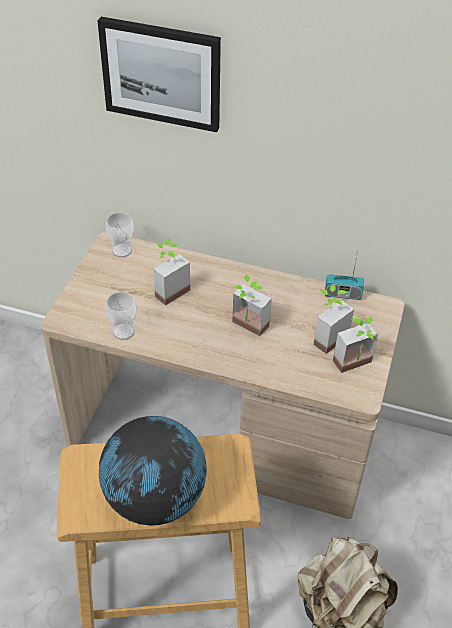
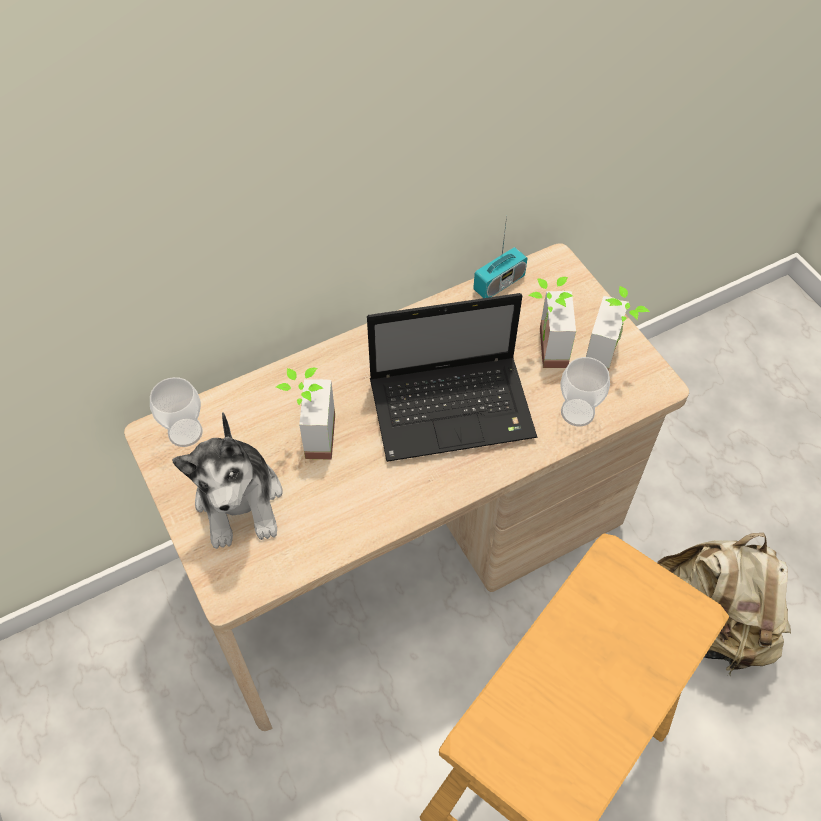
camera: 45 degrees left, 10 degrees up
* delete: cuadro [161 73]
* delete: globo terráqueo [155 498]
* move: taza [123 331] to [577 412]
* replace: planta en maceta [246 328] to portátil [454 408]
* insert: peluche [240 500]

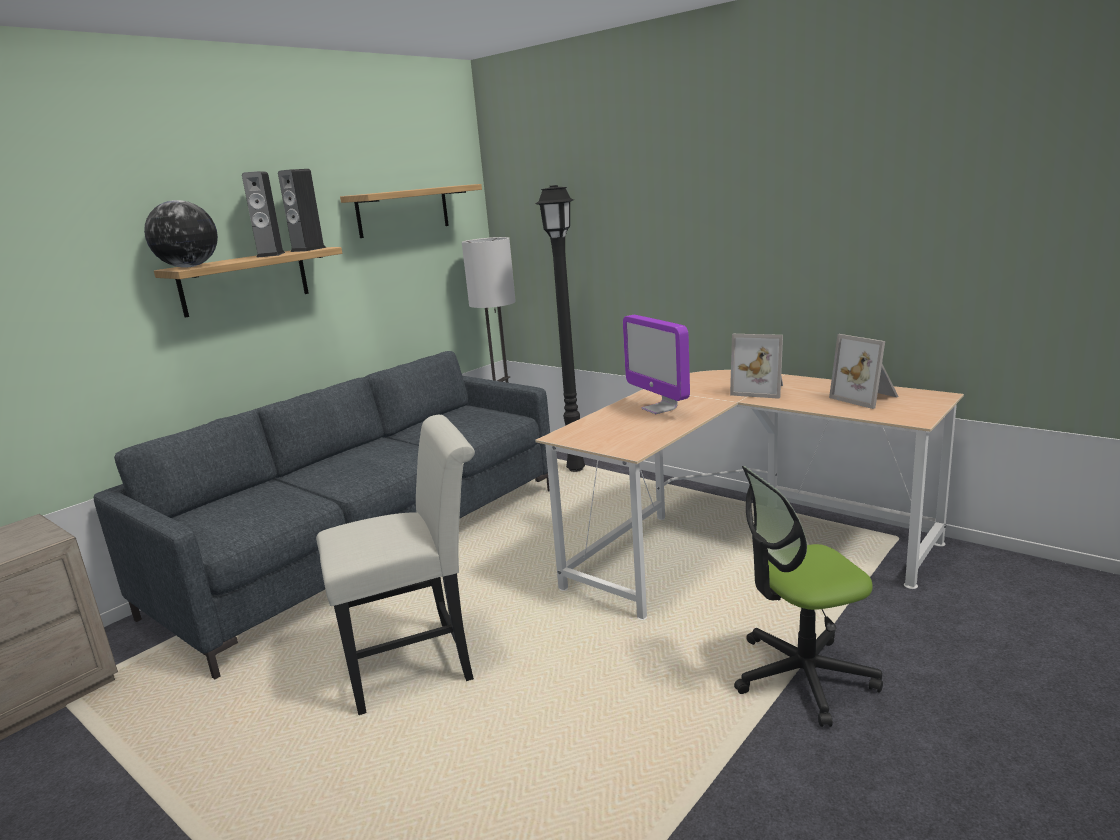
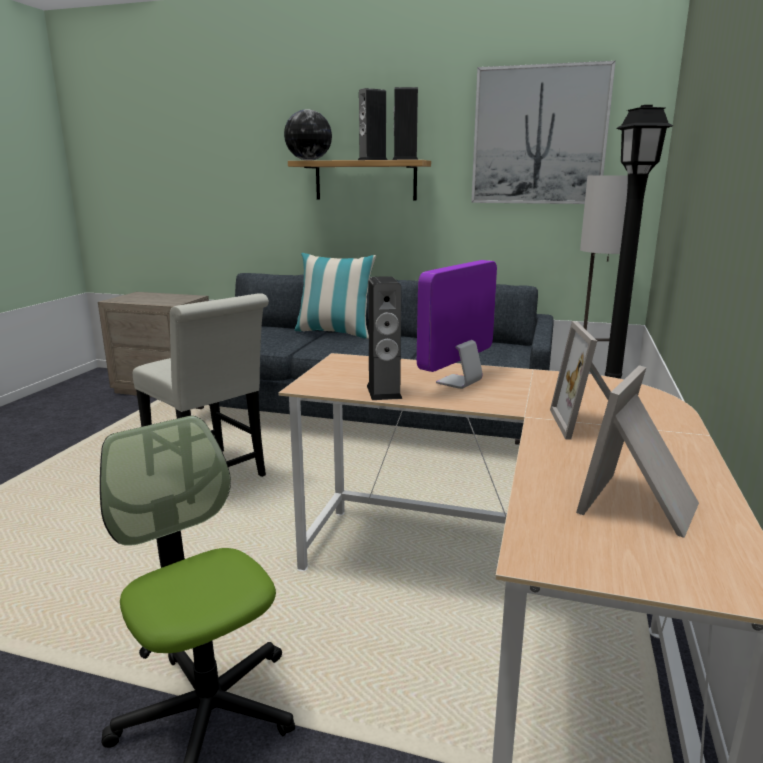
camera: 65 degrees right, 0 degrees up
* replace: estante [403 211] to cuadro [539 136]
* insert: cojín [335 332]
* insert: altavoz [384 392]

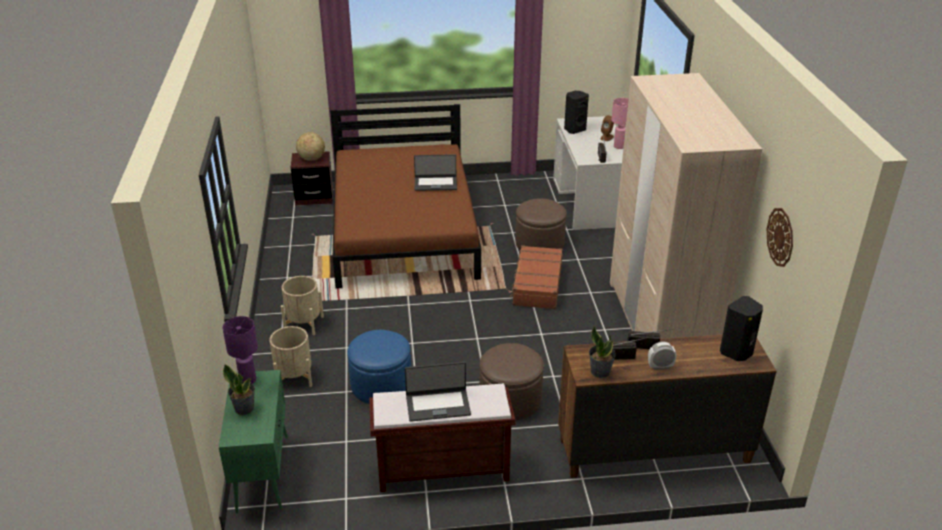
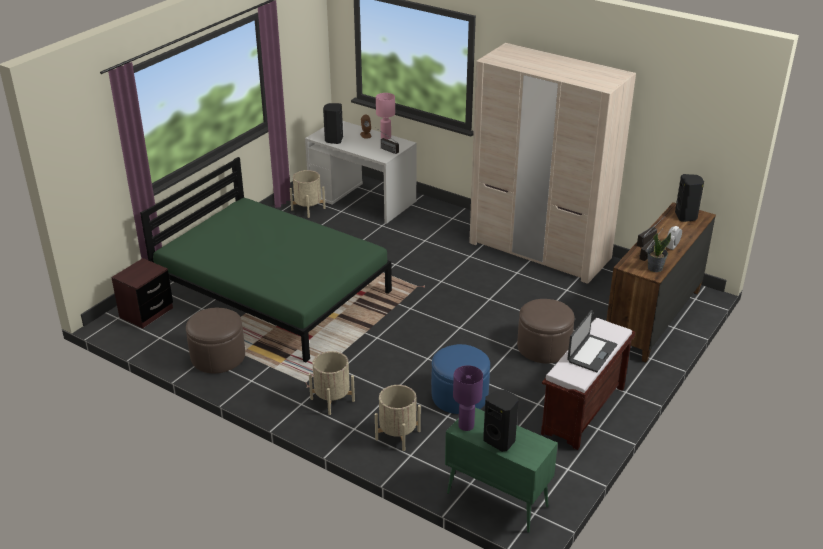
camera: 50 degrees left, 0 degrees up
* replace: planta en maceta [244 408] to altavoz/negro [500 440]
* delete: globo terráqueo [311 159]
* recolor: cama/marrón [404 231] to cama/verde [273 293]
* delete: portátil [435 183]
* delete: maleta/marrón [536 285]
* move: puf/marrón [539 243] to [218 356]
* delete: reloj de pared [780 237]
* insert: maceta/beis [308 209]

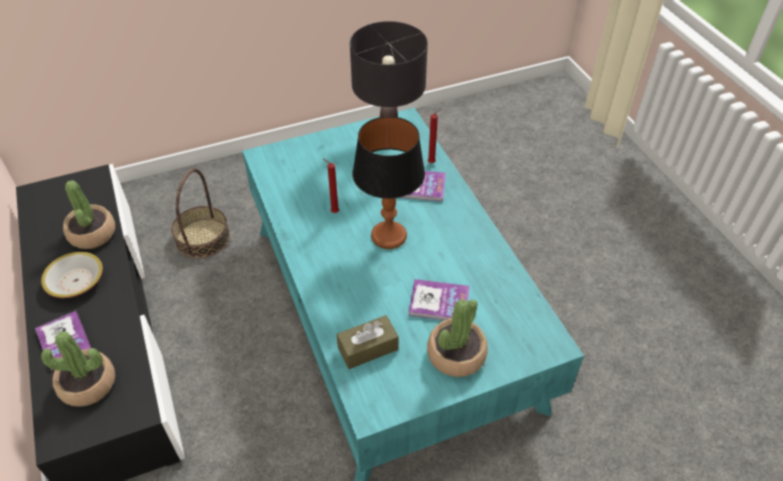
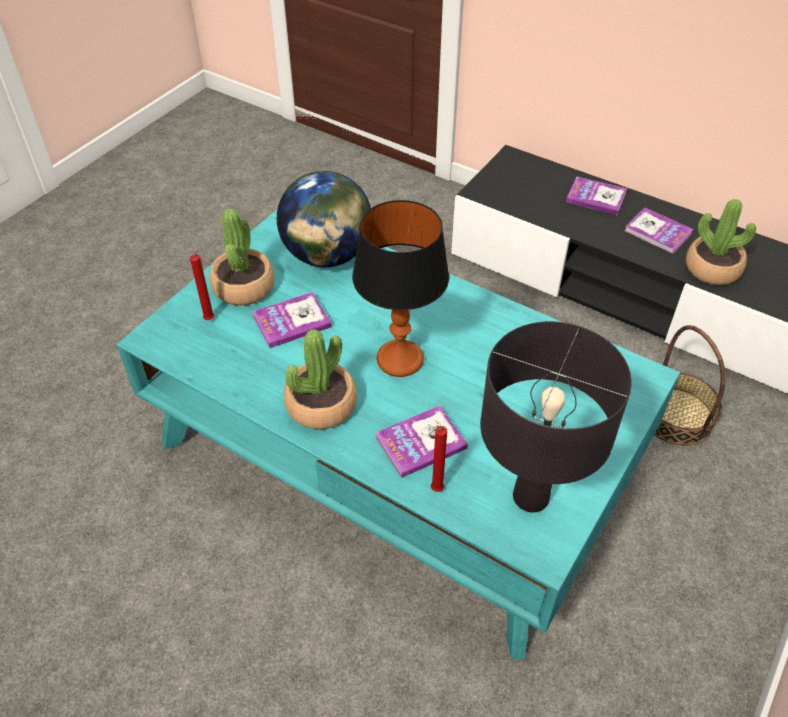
camera: 145 degrees right, 0 degrees up
* replace: cuenco [76 281] to libro [657 232]
* move: planta en maceta [88 384] to [321 404]
* move: vela/rojo [333 212] to [211 319]
* replace: caja de pañuelos/marrón [368 348] to globo terráqueo [327 256]

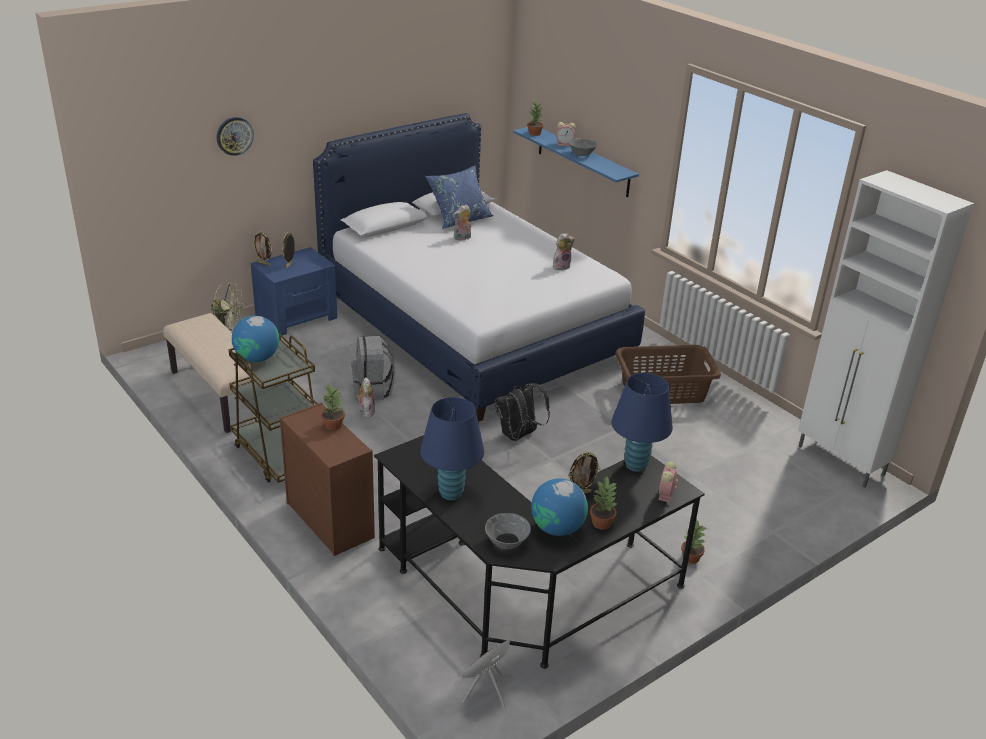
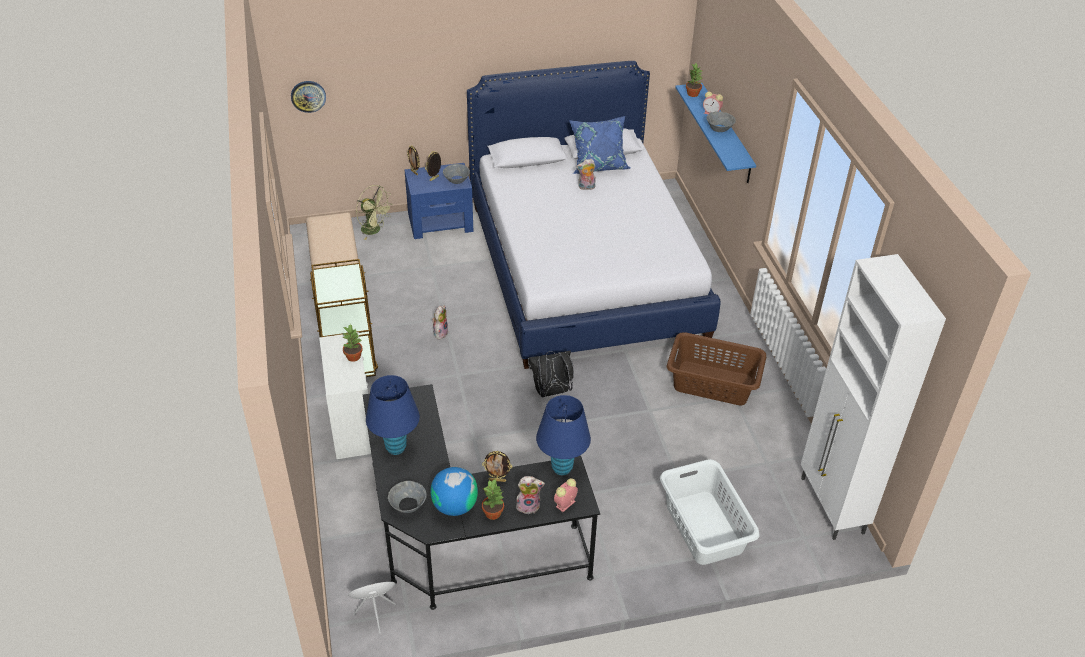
camera: 25 degrees right, 10 degrees up
* move: reloj de pared [234 136] to [308 96]
* delete: globo terráqueo [257 358]
* recolor: cómoda/marrón [329 519] to cómoda/blanco [352 425]
* delete: mochila/gris [373 390]
* move: peluche [561 266] to [528 505]
* delete: planta en maceta [690 558]
* insert: cuenco/gris [456 180]
* insert: cesto de la ropa/blanco [703 528]

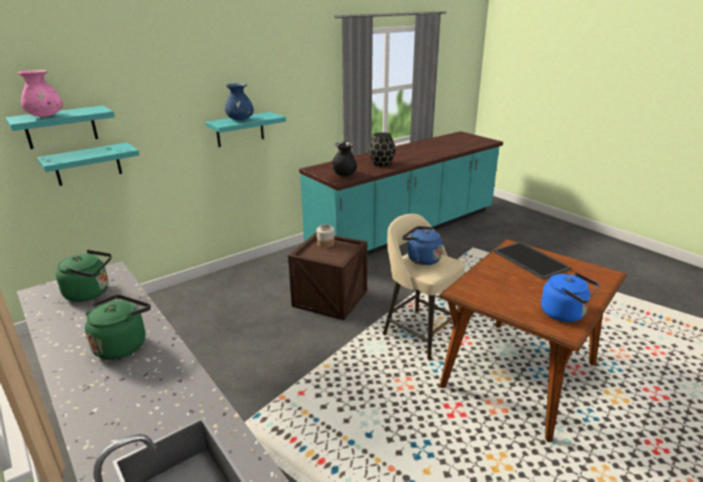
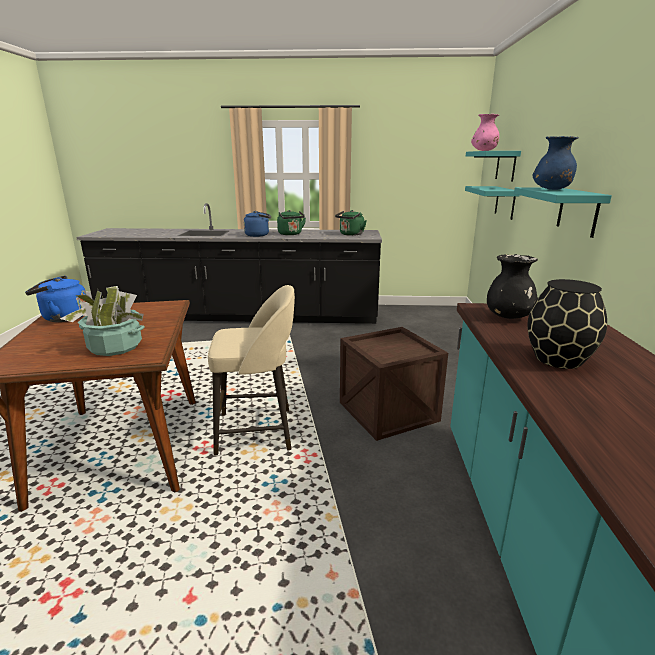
camera: 130 degrees right, 5 degrees down
* delete: tarro [325 244]
* move: hervidor/azul [421 259] to [258 235]
* replace: bandeja [529 260] to planta en maceta [115 347]

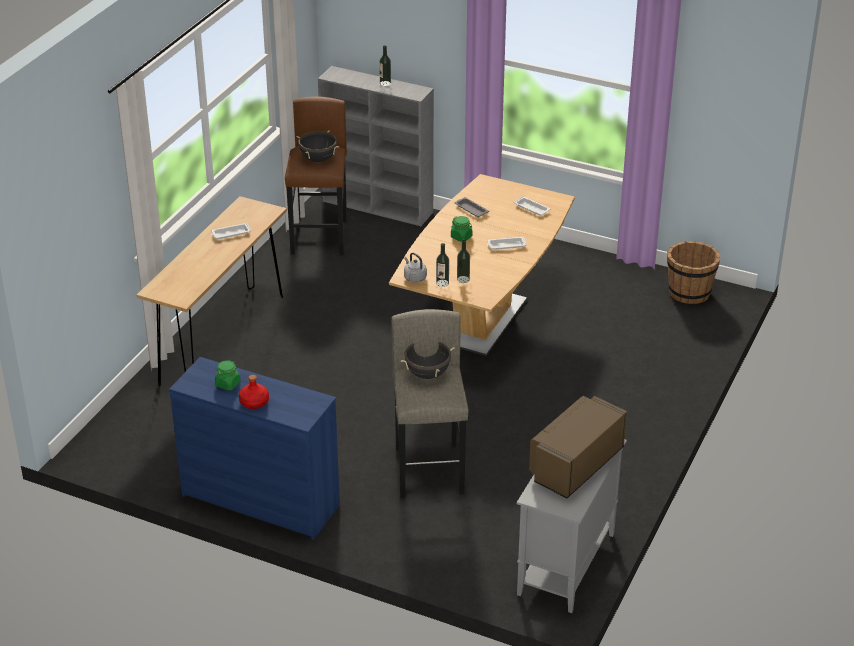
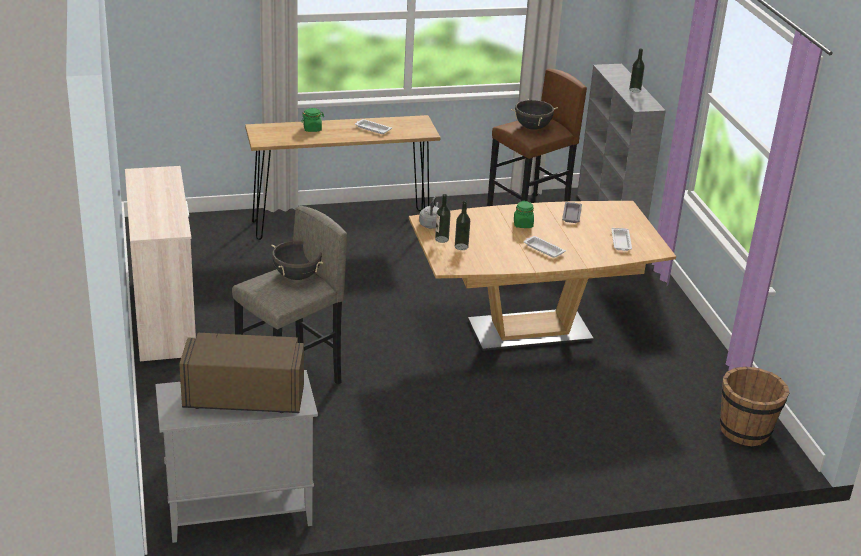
camera: 50 degrees right, 5 degrees down
* recolor: cómoda/azul [261 500] to cómoda/beis [165 318]
* move: tarro/verde [228 384] to [312 129]
* delete: botella/rojo [254 402]

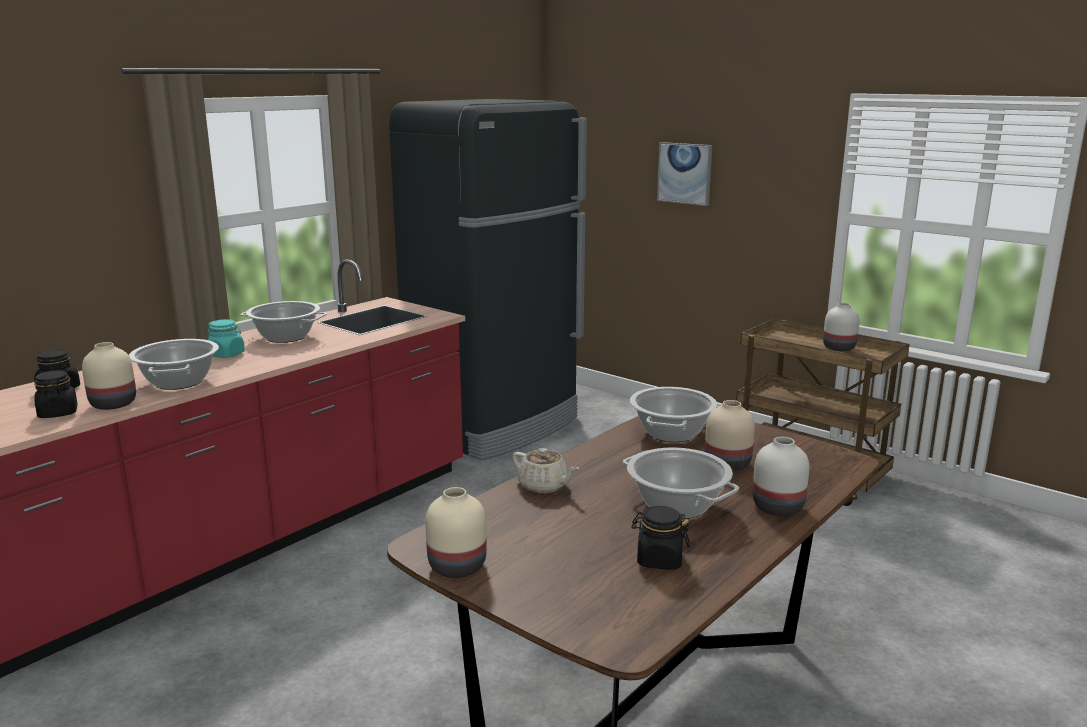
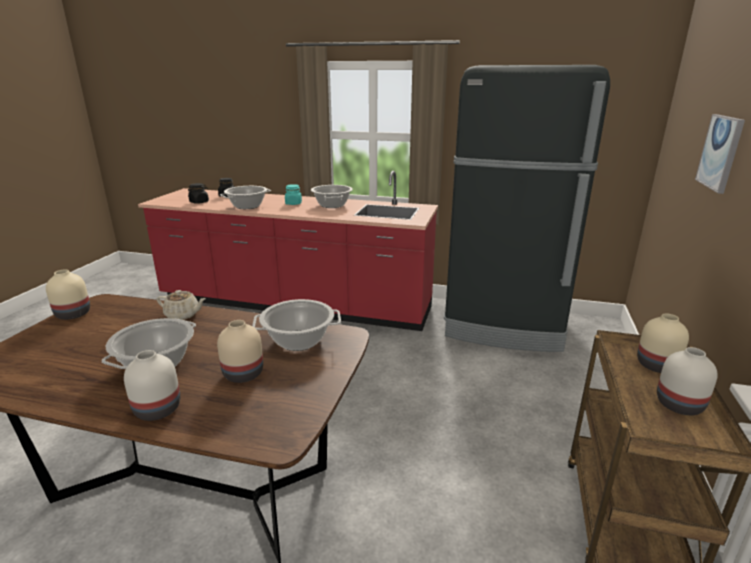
camera: 65 degrees right, 5 degrees up
* move: florero/beis [114 404] to [657 366]
* rotate: tetera/beis [544 486] = [183 315] 90 degrees counterclockwise
* delete: tarro/negro [659 560]

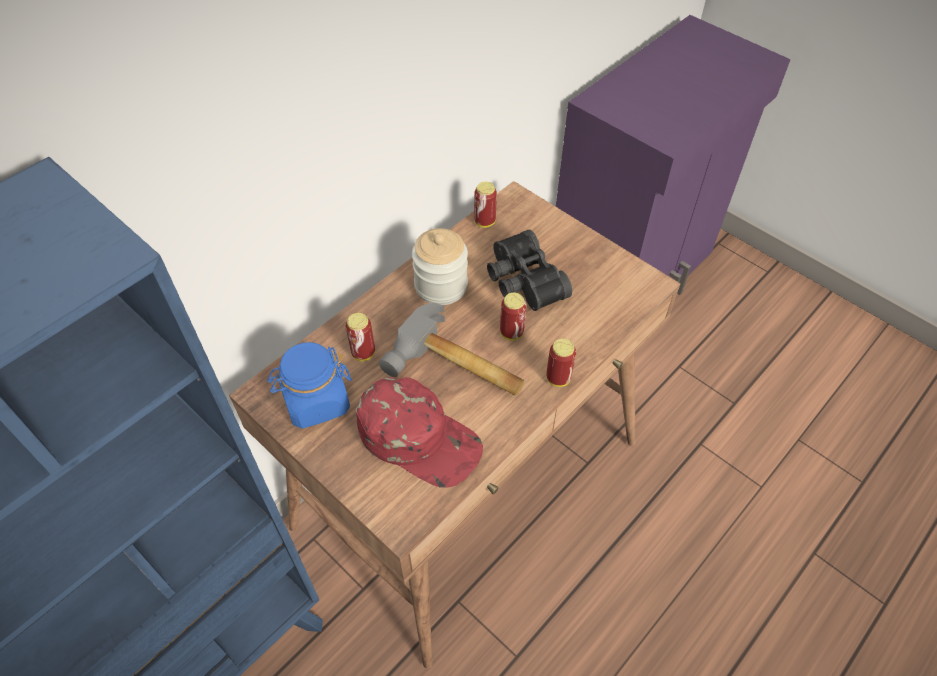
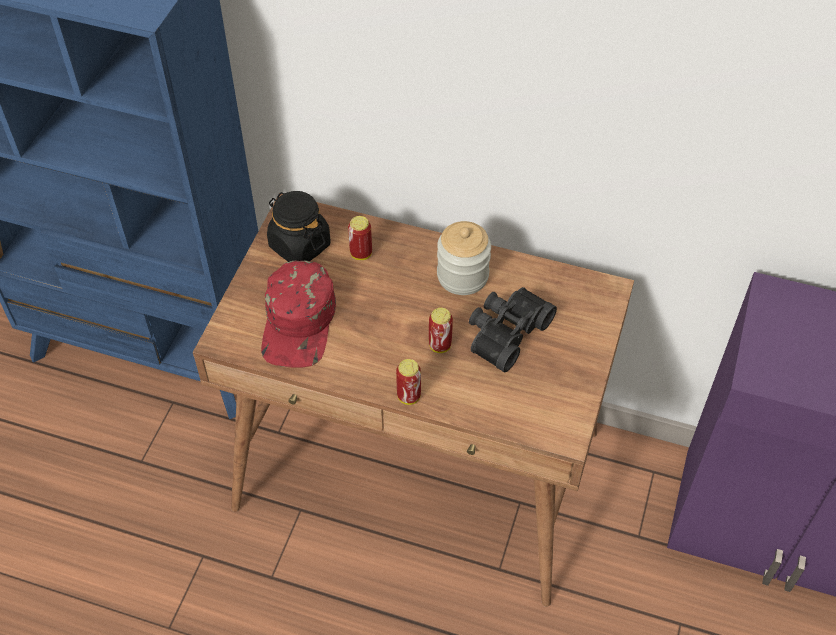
camera: 65 degrees right, 0 degrees up
* recolor: tarro/azul [316 402] to tarro/negro [299 245]
* delete: martillo [457 369]
* delete: lata [484 222]

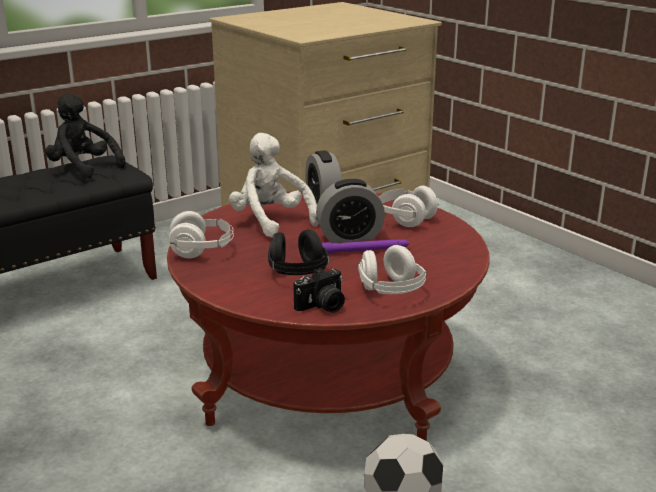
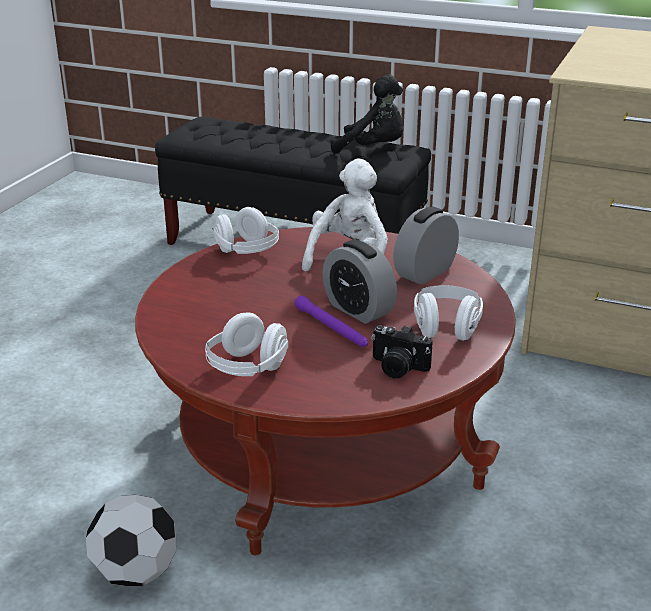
camera: 60 degrees right, 5 degrees up
* rotate: peluche/negro [83 168] = [373 149] 105 degrees clockwise
* delete: auriculares/negro [297 273]
* move: cámara [322 306] to [397 368]

